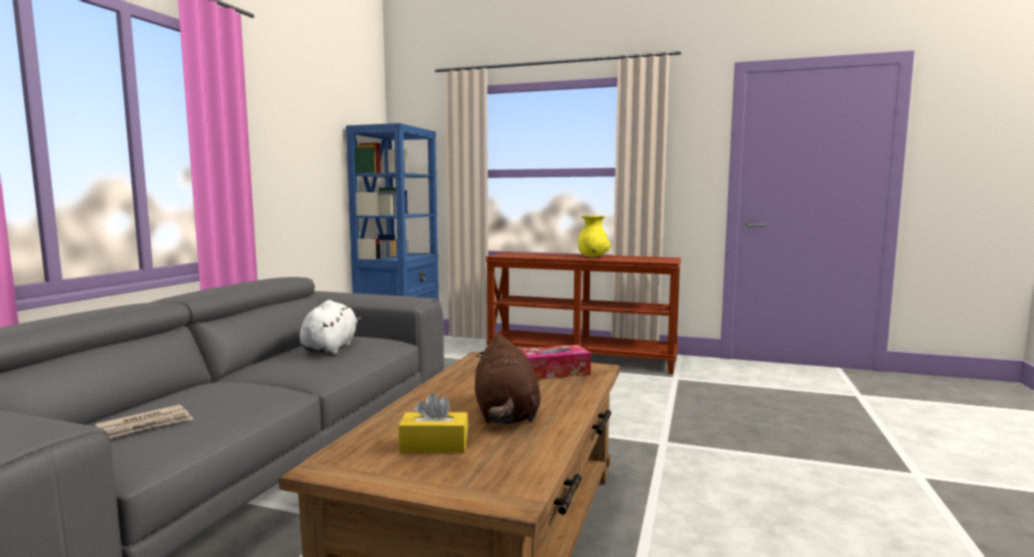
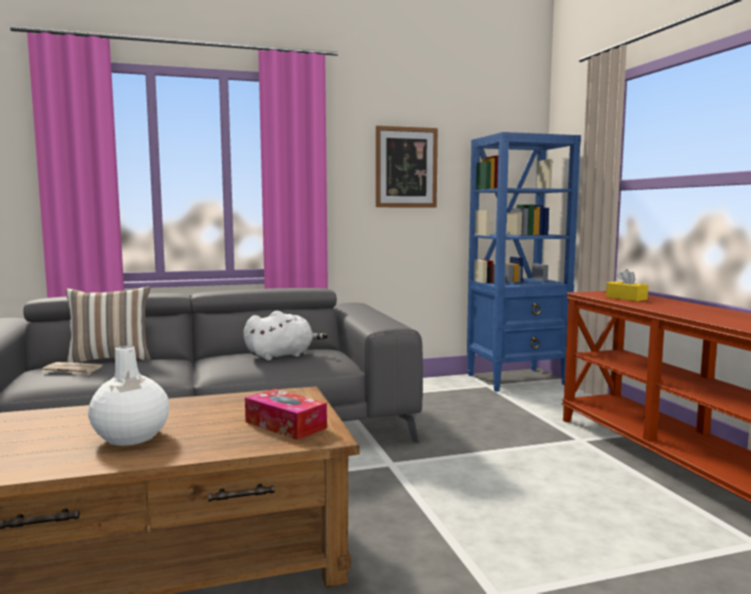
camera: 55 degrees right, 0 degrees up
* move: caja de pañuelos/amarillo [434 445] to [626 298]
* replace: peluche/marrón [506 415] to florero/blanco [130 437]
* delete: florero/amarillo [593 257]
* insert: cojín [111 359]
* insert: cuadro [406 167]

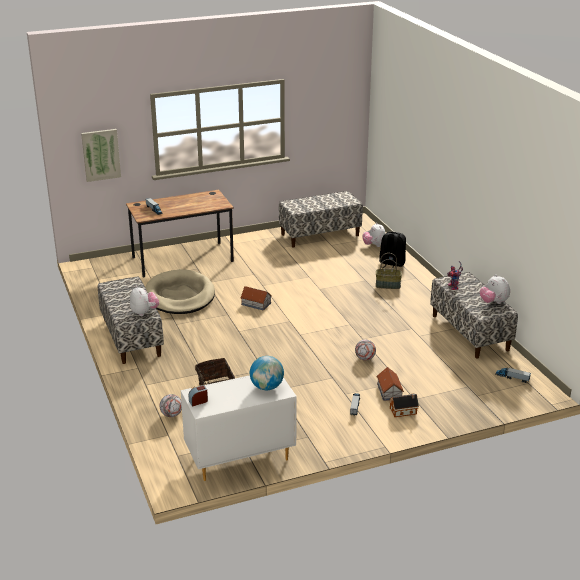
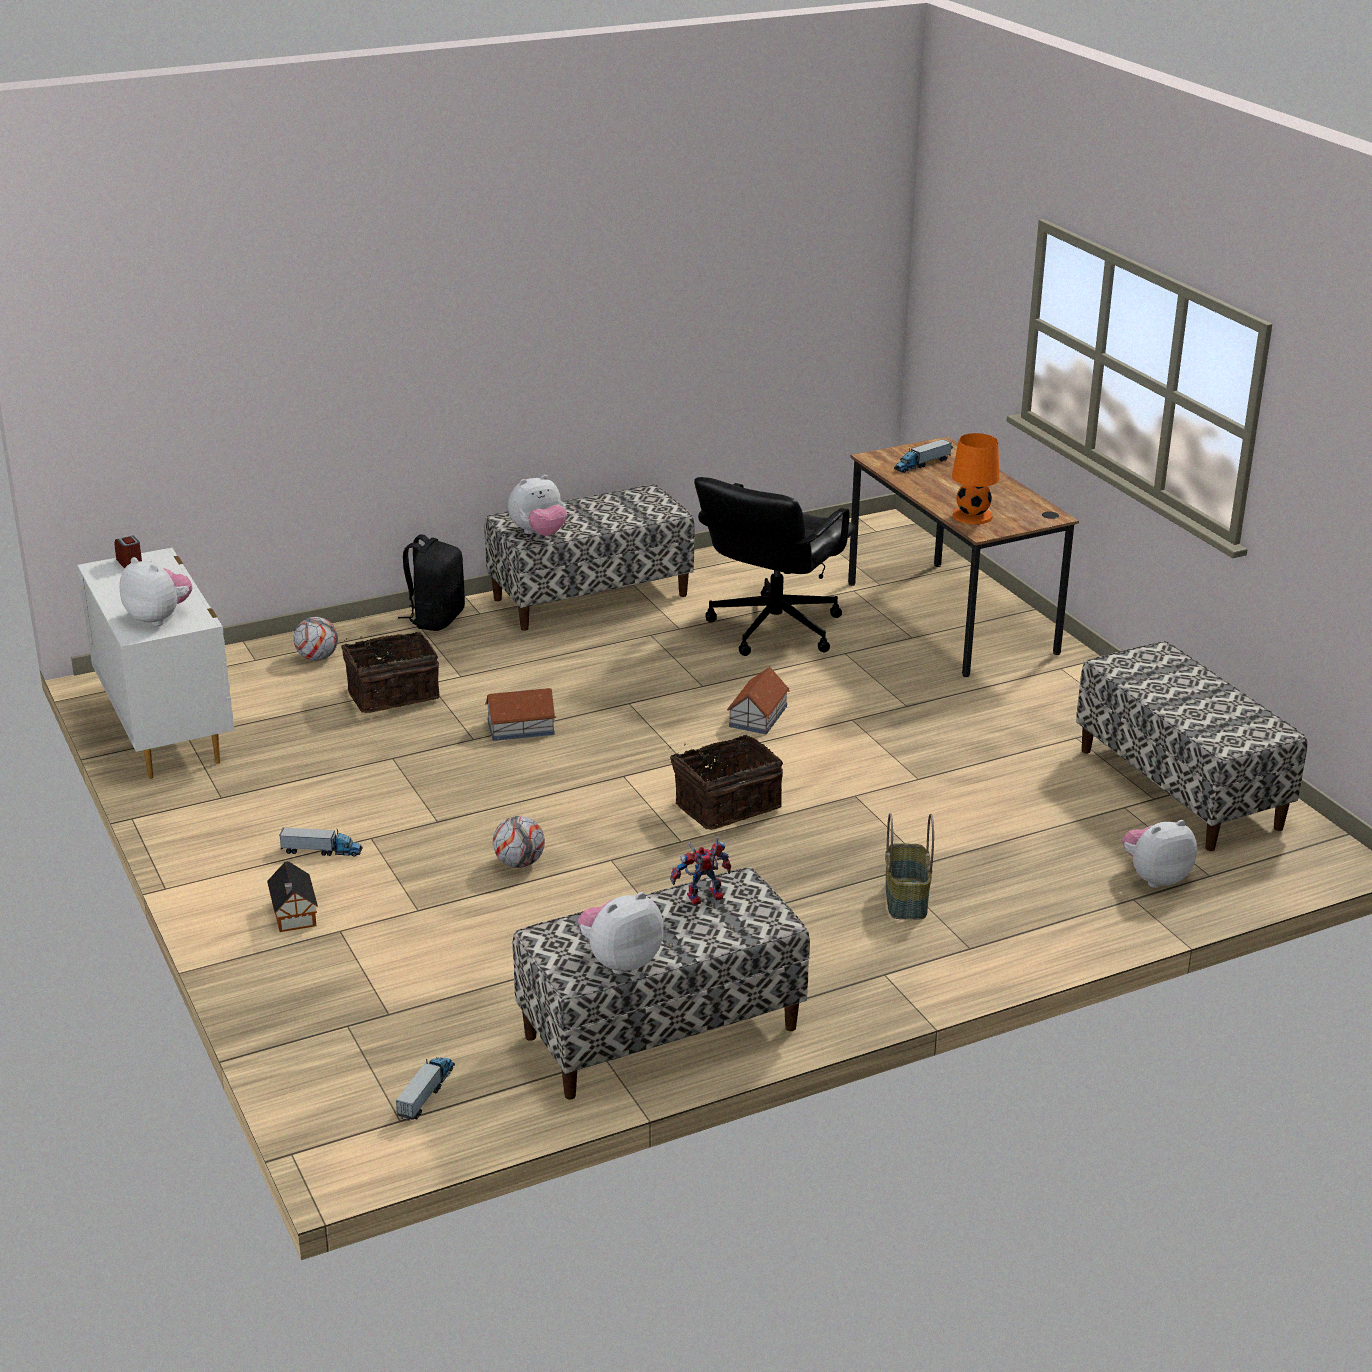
camera: 85 degrees right, 0 degrees up
* delete: cuadro [101 155]
* replace: cama para perro/beis [180 296] to silla de oficina/negro [773 629]
* replace: globo terráqueo [267 387] to peluche [159 618]
* move: casita [389 391] to [520 727]
* move: mochila/negro [391 264] to [435 619]
* insert: cesta [726 805]
* insert: lámpara de mesa/naranja [972 516]

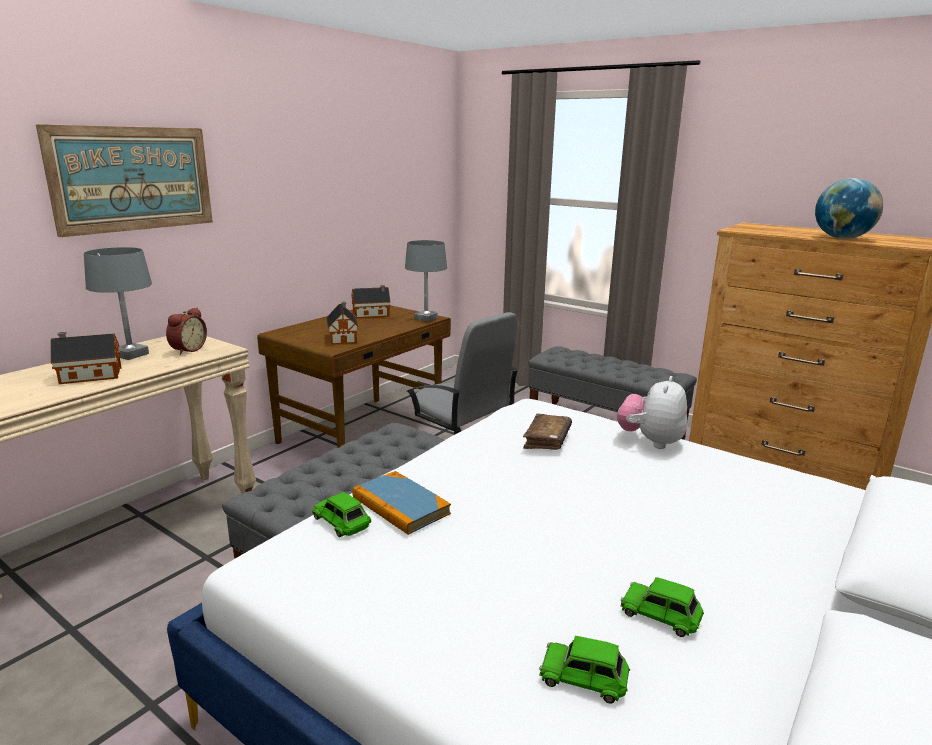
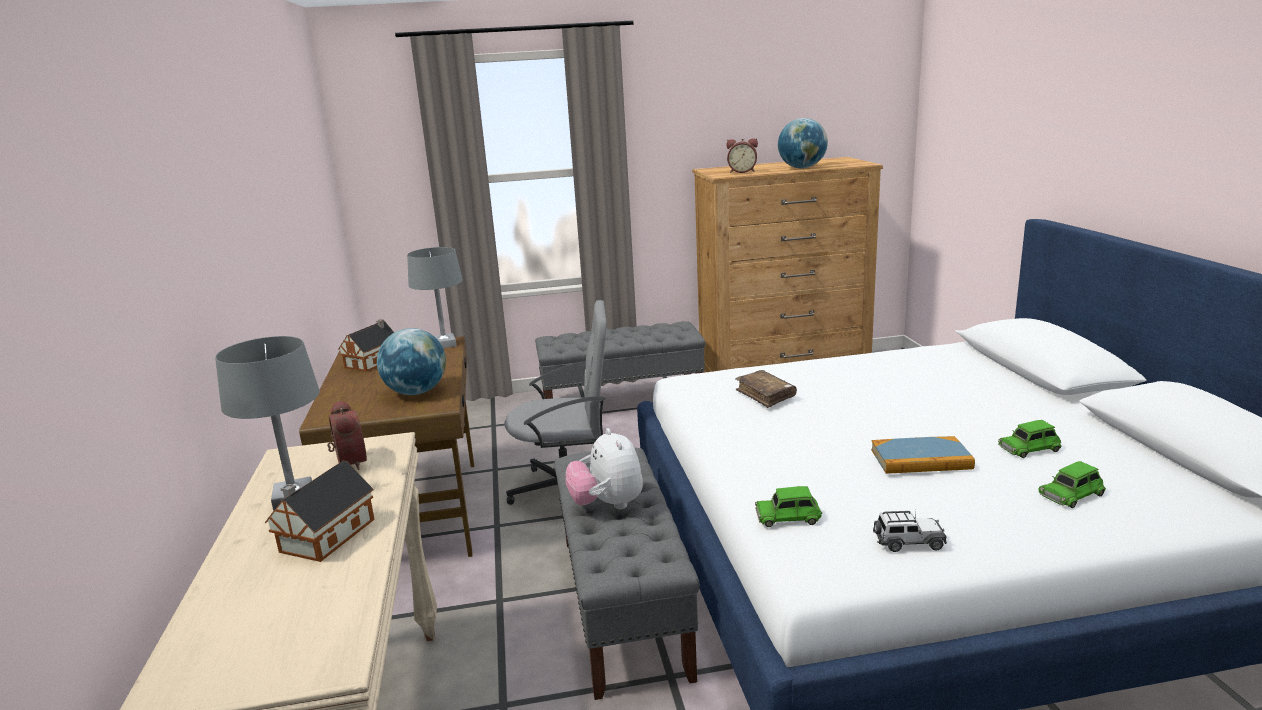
camera: 45 degrees left, 0 degrees up
* delete: cuadro [133 179]
* replace: casita [343 337] to globo terráqueo [416 392]
* move: libro [400 506] to [921 459]
* move: peluche [650 441] to [607 505]
* insert: despertador [742 171]
* insert: coche de juguete [908 542]

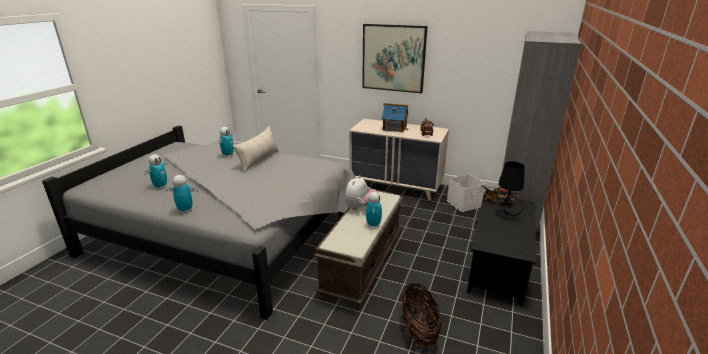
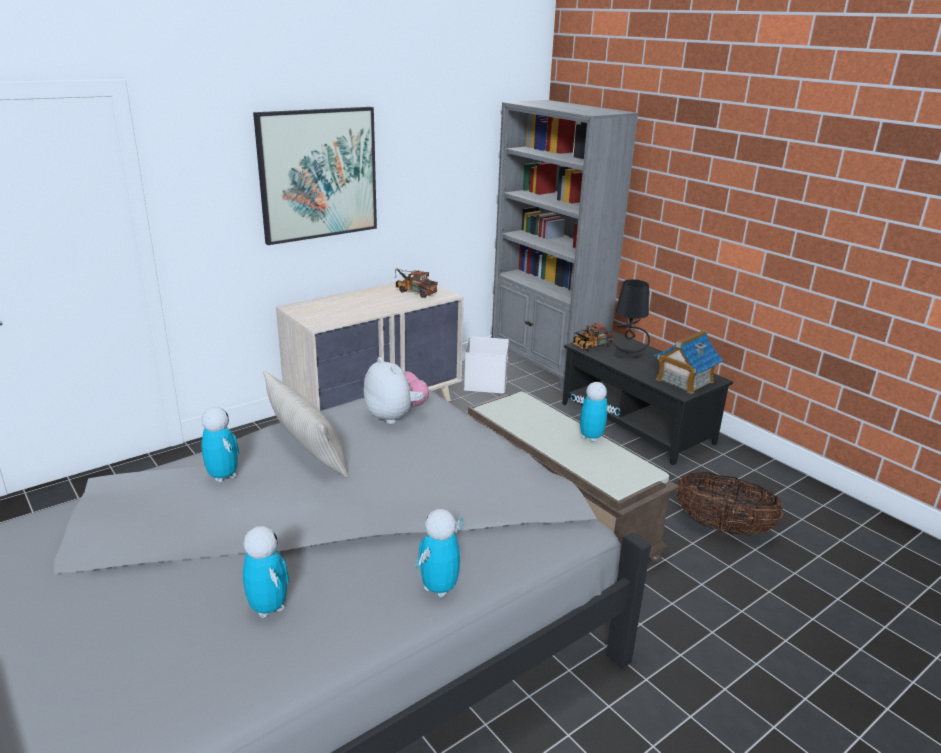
camera: 60 degrees left, 0 degrees up
* move: peluche [360 208] to [395 416]
* move: casita [394 128] to [684 380]

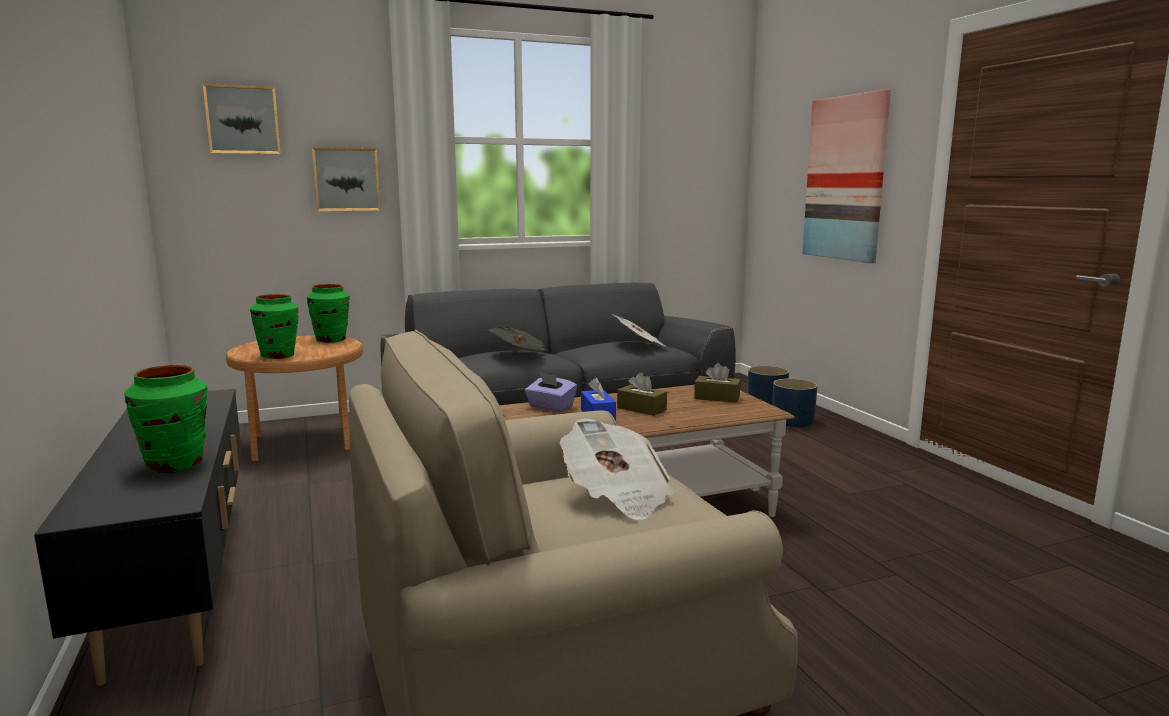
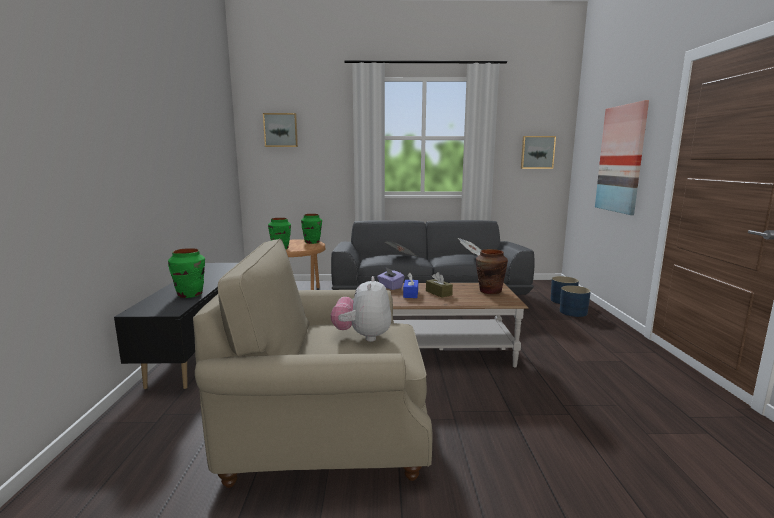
camera: 20 degrees right, 0 degrees up
* move: cuadro [346 179] to [537 152]
* replace: periódico [617 496] to peluche [363 336]
* replace: caja de pañuelos/marrón [717 397] to florero/marrón [490 291]

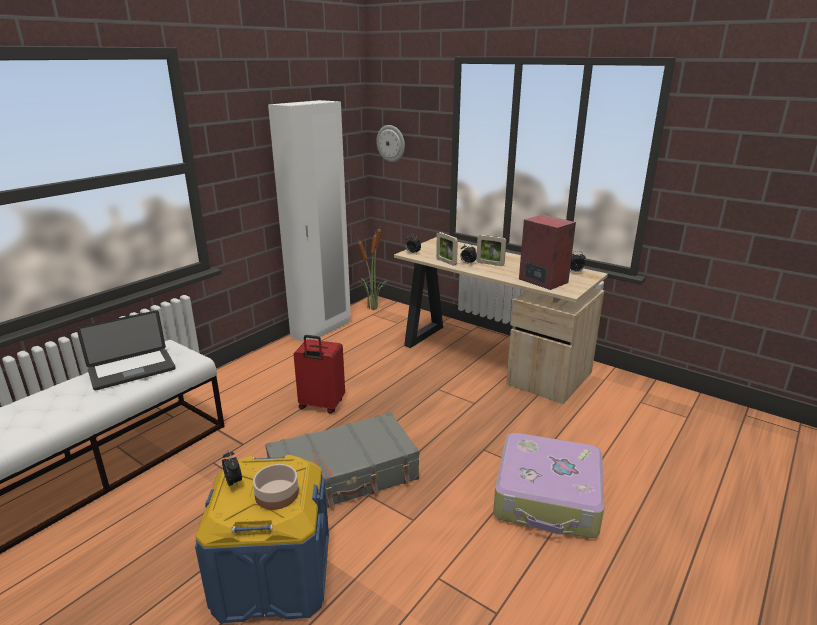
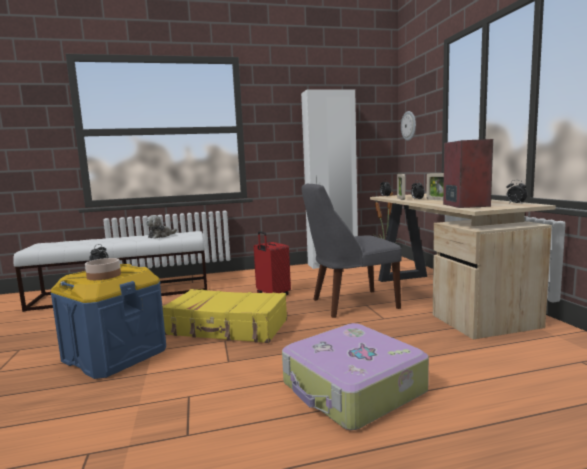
camera: 40 degrees right, 15 degrees down
* replace: portátil [132 370] to peluche [161 236]
* recolor: maleta/gris [344 476] to maleta/amarillo [227 328]
* insert: silla/gris [350 304]

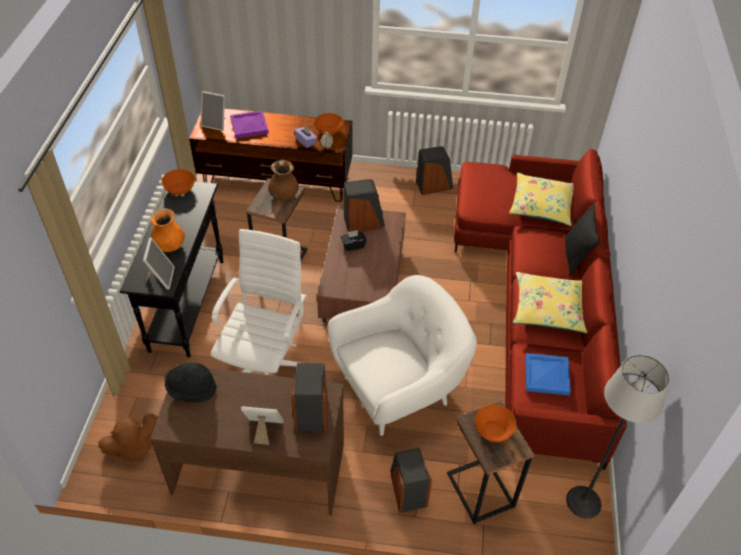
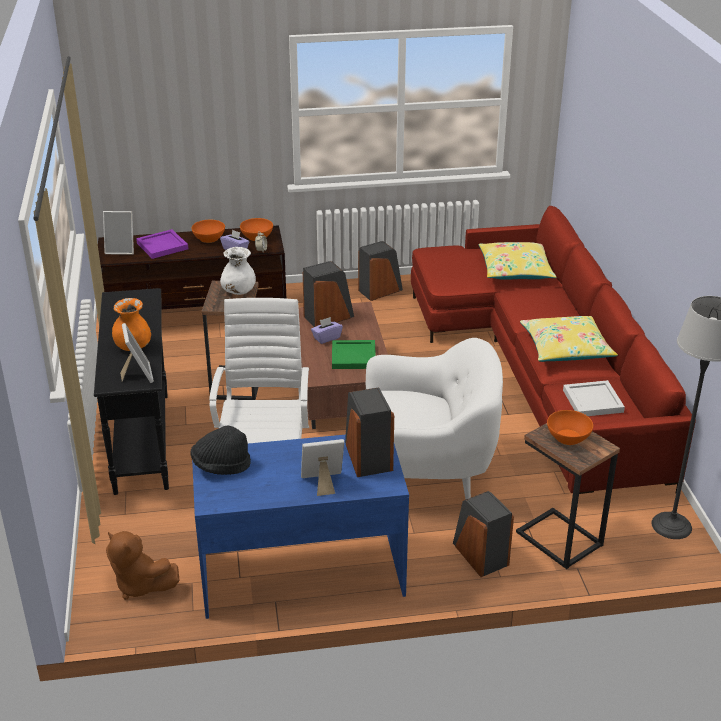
camera: 15 degrees left, 15 degrees down
* rotate: peluche/marrón [135 447] = [140 585] 75 degrees clockwise
* recolor: escritorio/marrón [259 467] to escritorio/azul [301 571]
* move: cuenco/naranja [180 189] to [209 238]
* recolor: florero/marrón [284 195] to florero/blanco [238 291]
* rotate: sillón/blanco [398 389] = [427 471] 45 degrees clockwise
* recolor: caja de pañuelos/negro [353 245] to caja de pañuelos/morado [326 338]
* recolor: bandeja/azul [547 376] to bandeja/blanco [593 401]
* delete: cojín/negro [575 256]
* insert: bandeja/verde [353 356]

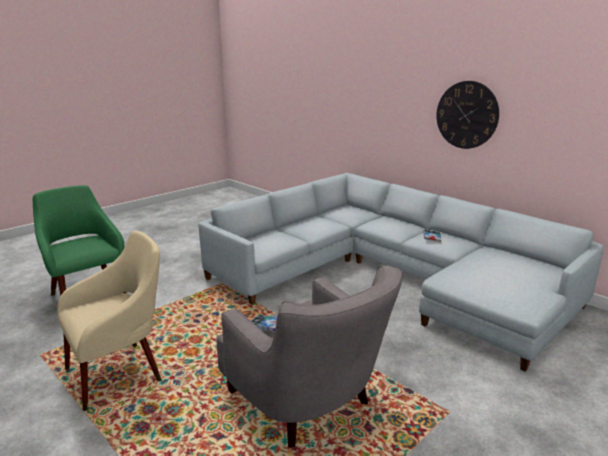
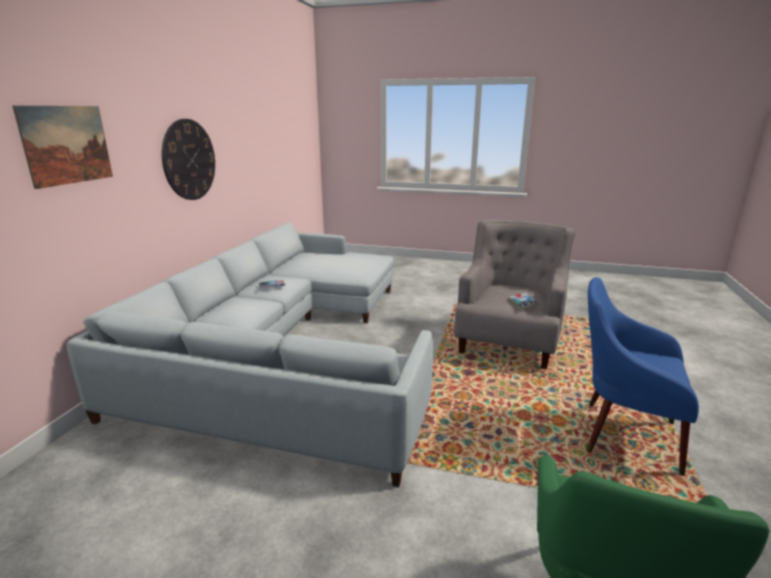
camera: 120 degrees left, 0 degrees up
* recolor: sillón/beis [120 372] to sillón/azul [621 434]
* insert: cuadro [67 145]

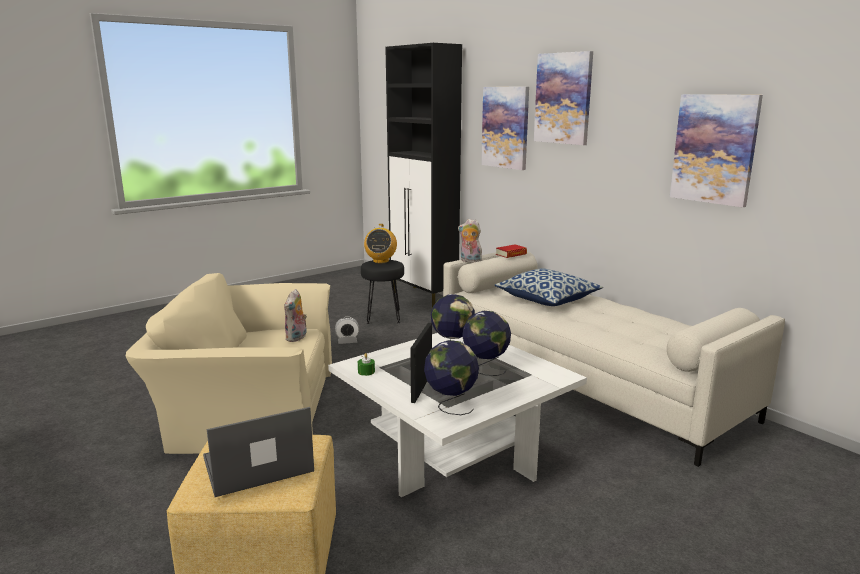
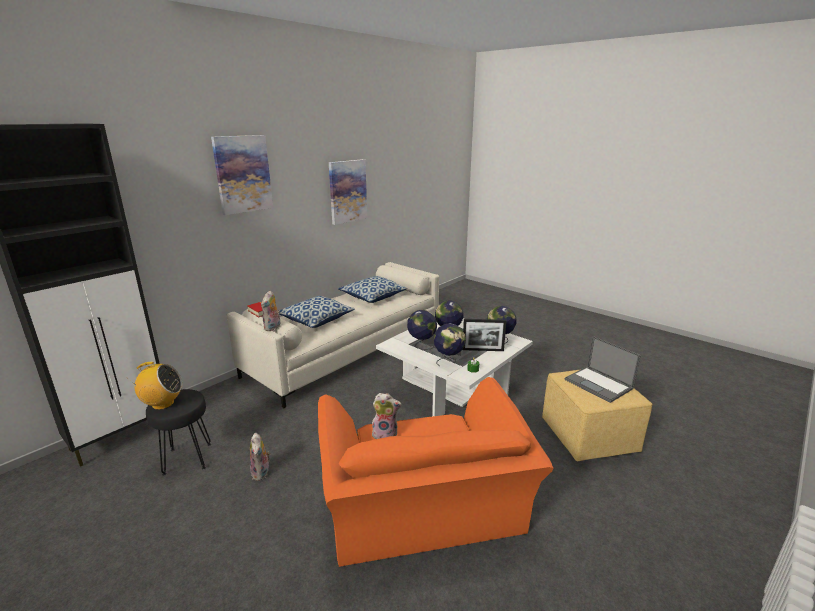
camera: 100 degrees left, 5 degrees up
* recolor: sillón/beis [250 405] to sillón/naranja [423 506]
* replace: despertador [347 341] to peluche [262 473]
* delete: cuadro [505 127]
* insert: cojín [373 297]
* insert: globo terráqueo [448 361]

